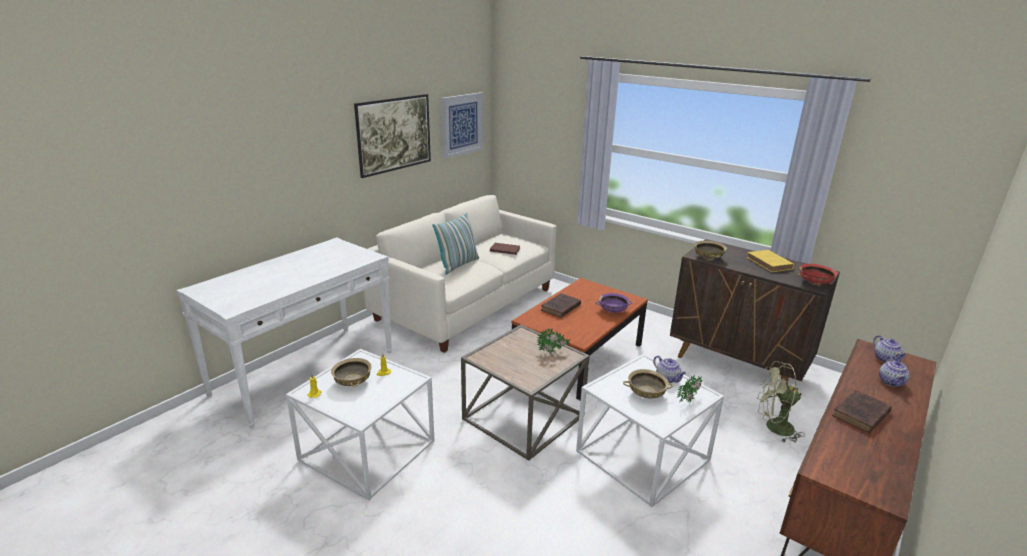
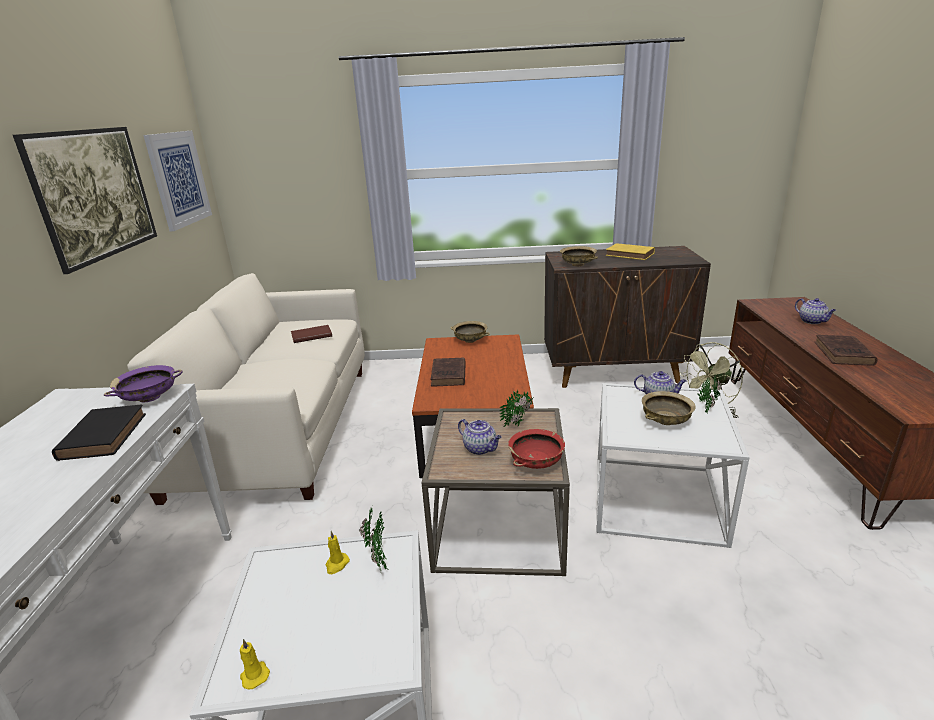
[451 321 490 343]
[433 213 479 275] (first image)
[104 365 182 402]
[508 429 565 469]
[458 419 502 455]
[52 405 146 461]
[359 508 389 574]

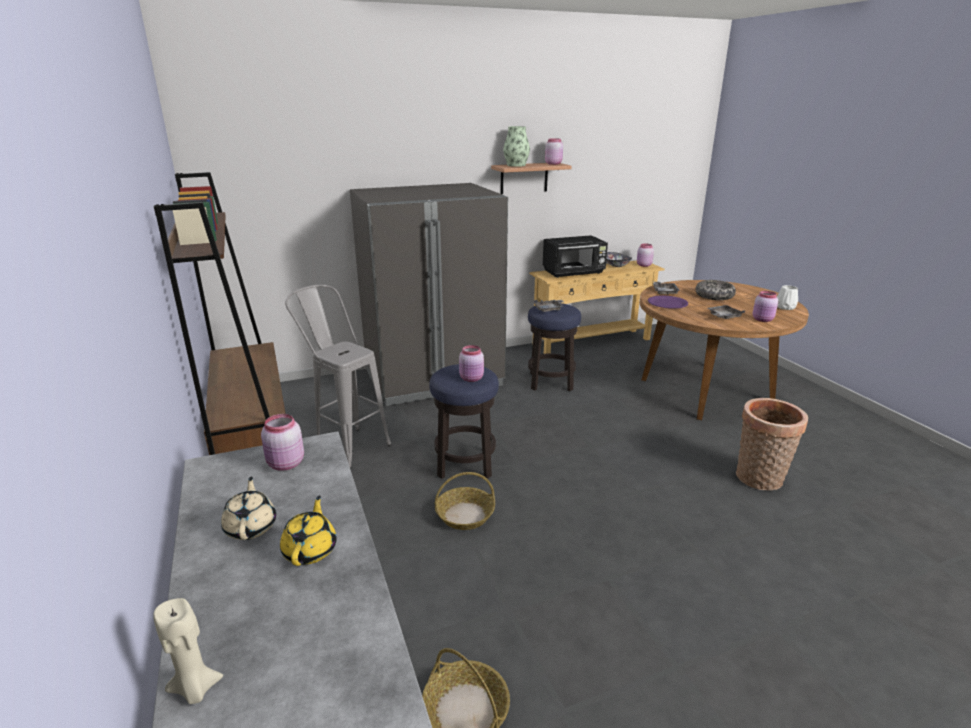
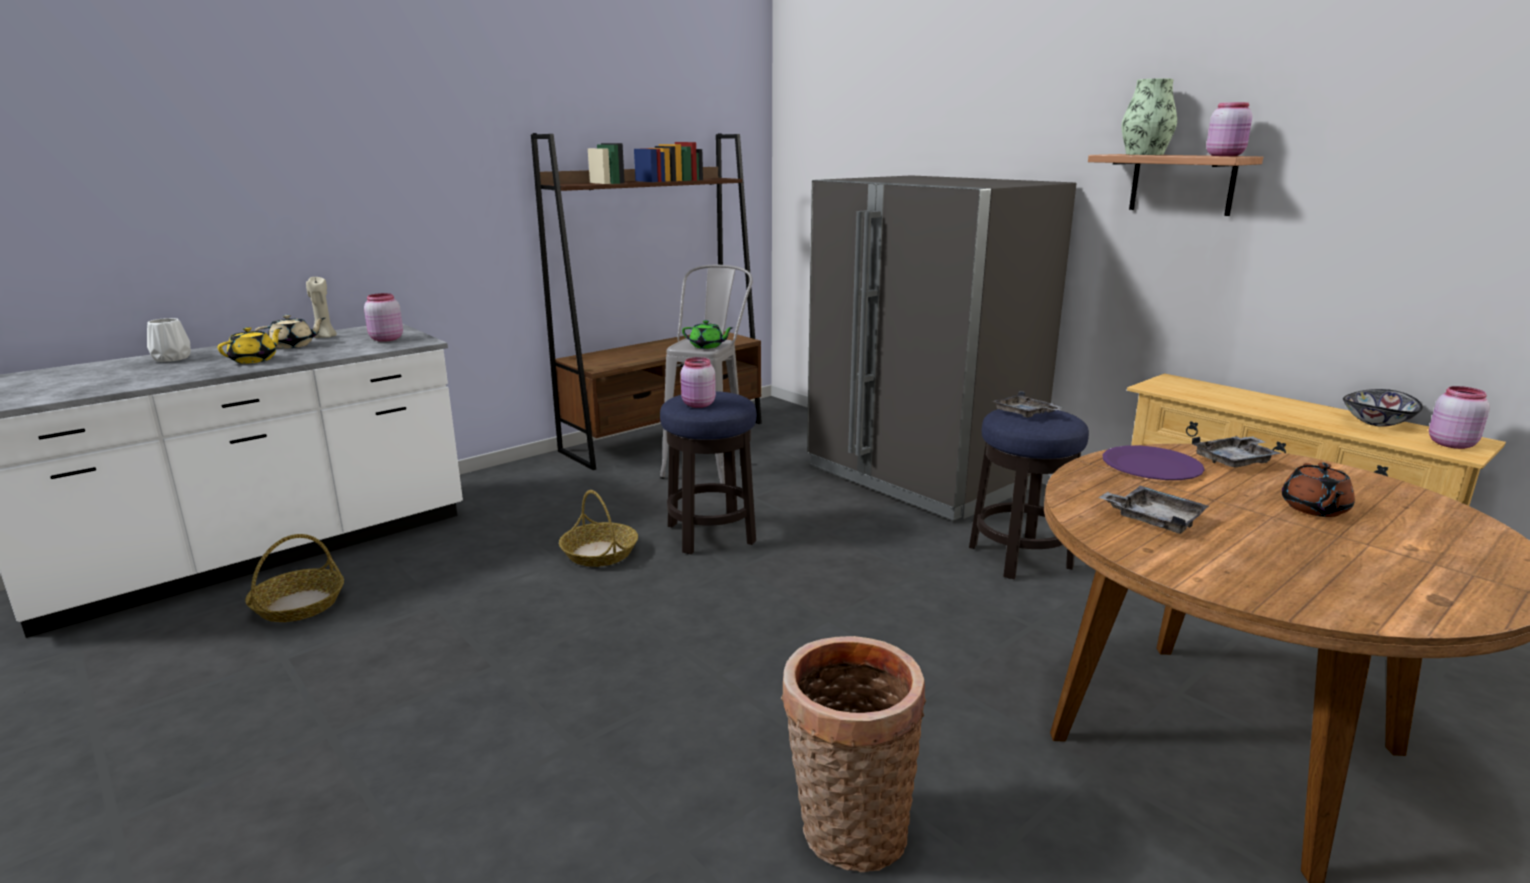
[306 277 337 338]
[218 327 282 364]
[543 235 608 278] (first image)
[1282 462 1355 517]
[753 291 778 322] (first image)
[147 318 191 362]
[682 320 734 349]

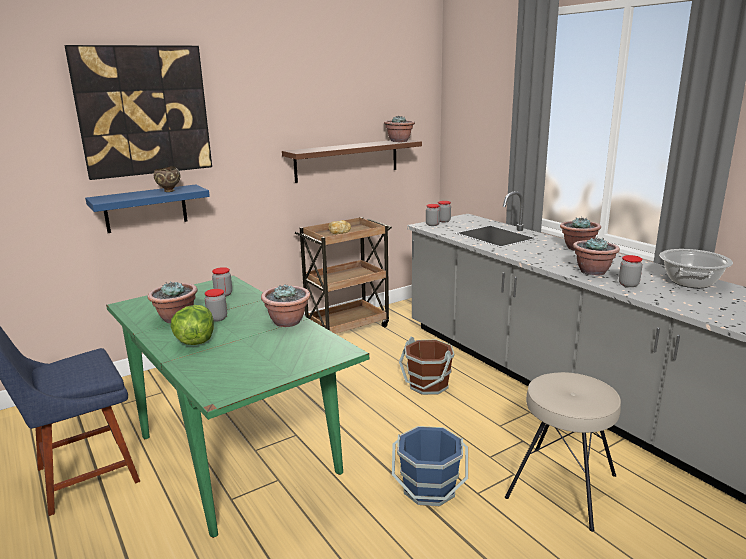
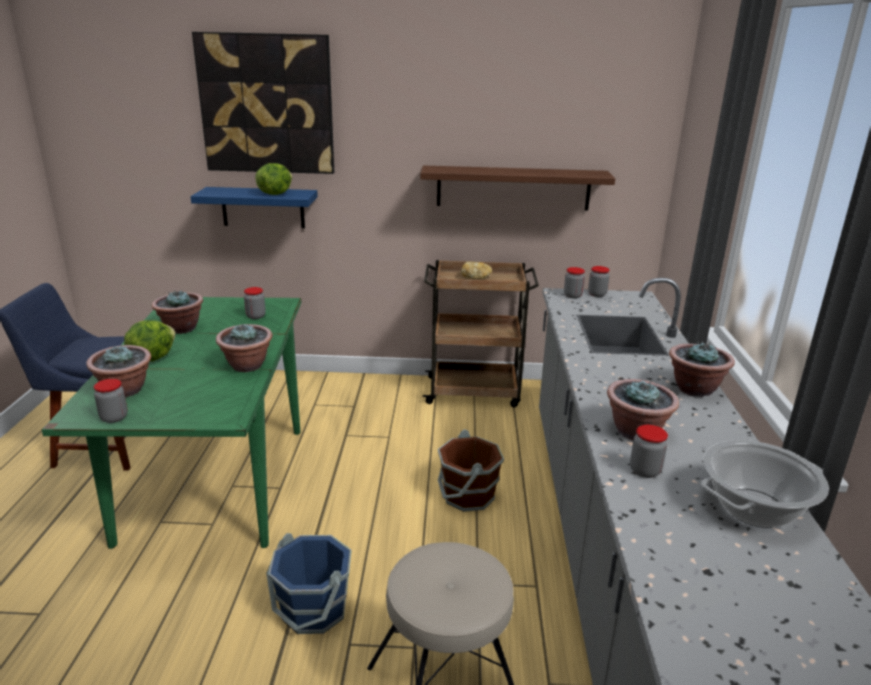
[255 163 293 195]
[94 379 128 423]
[87 345 151 397]

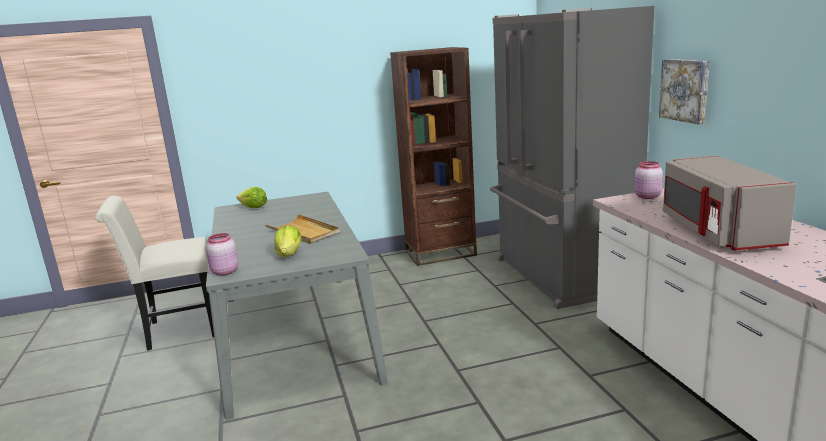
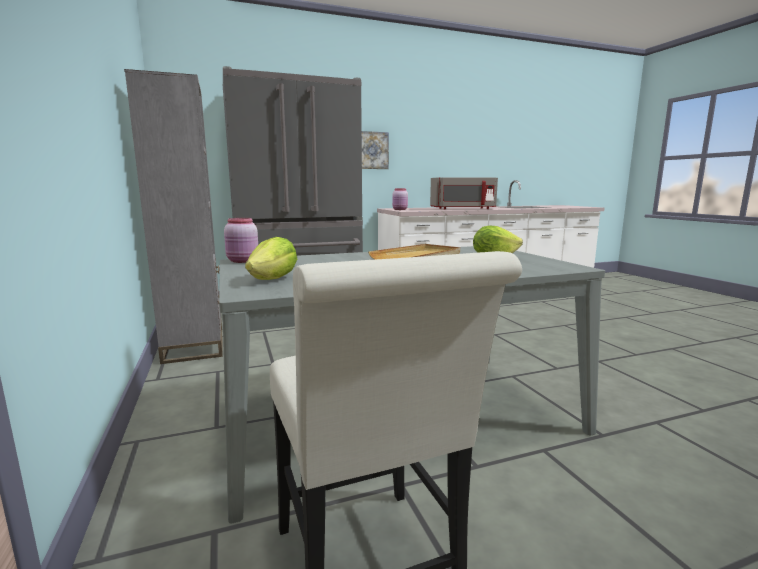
[224 218 258 263]
[124 69 222 364]

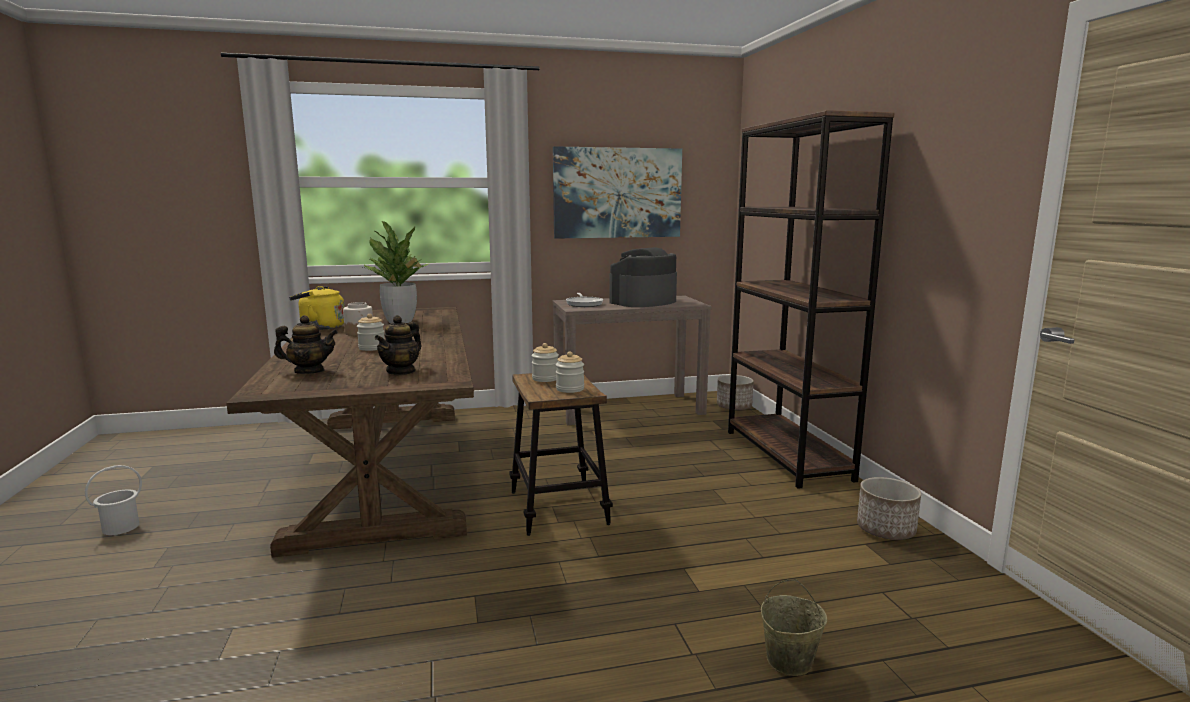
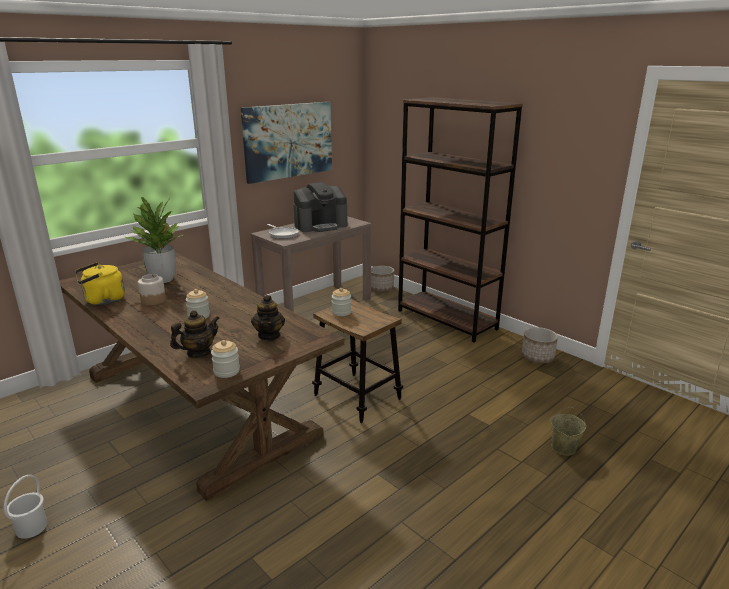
[211 340 240 378]
[293 182 348 232]

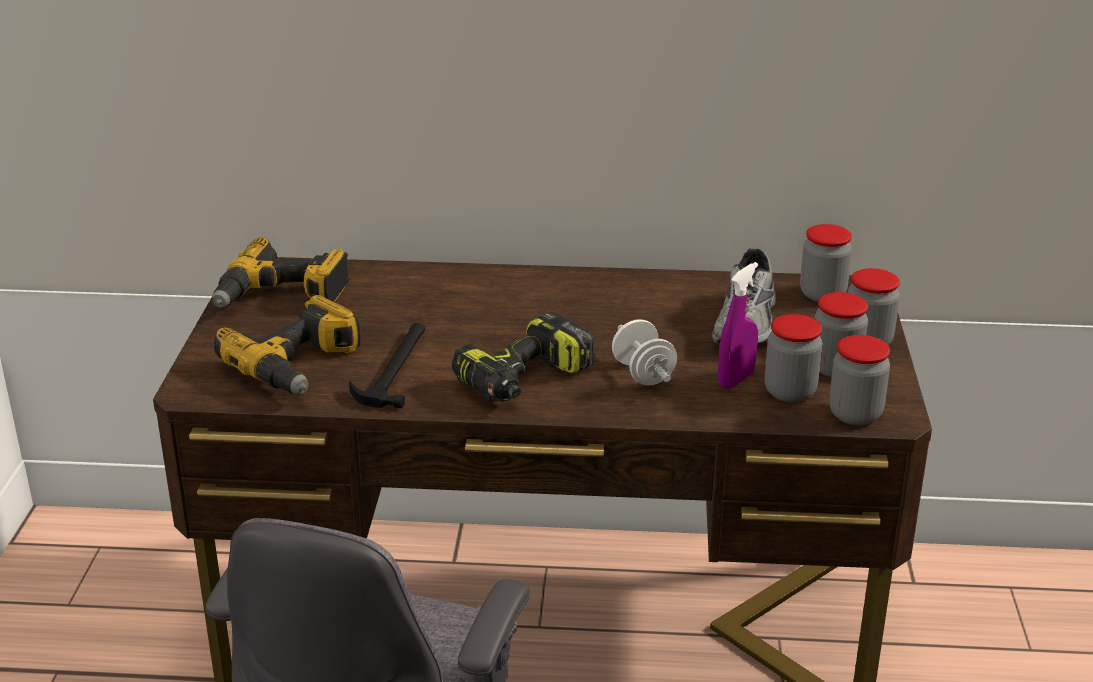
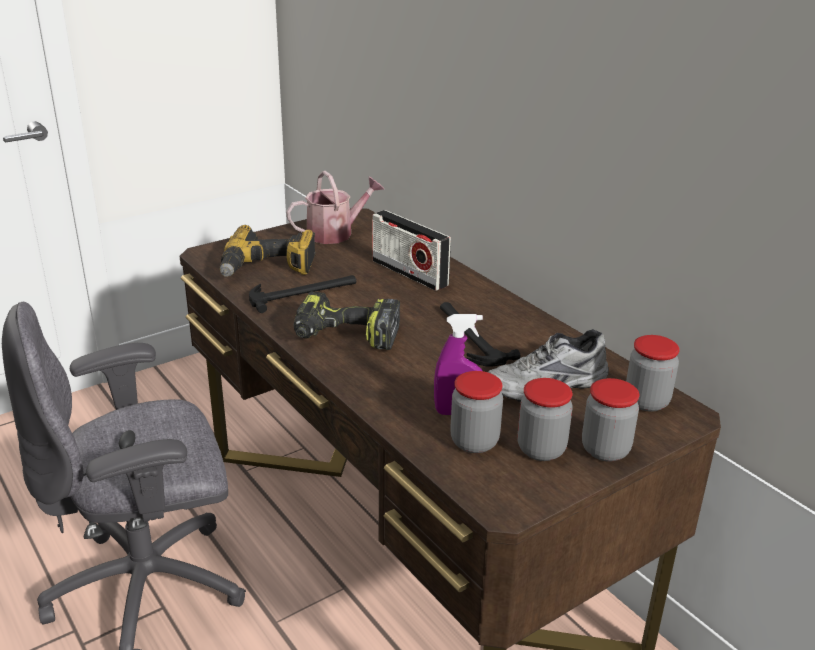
[286 171 384 244]
[612 319 677 385] (first image)
[829 335 890 425] (first image)
[372 210 451 291]
[440 302 520 367]

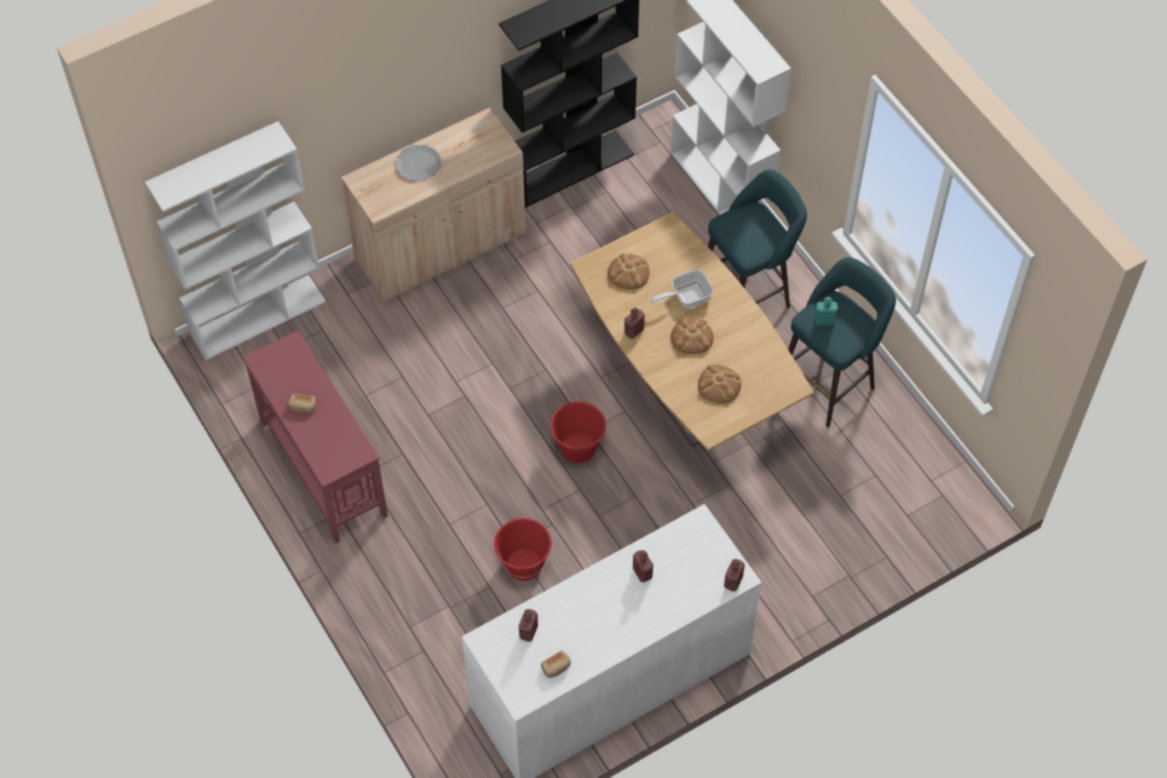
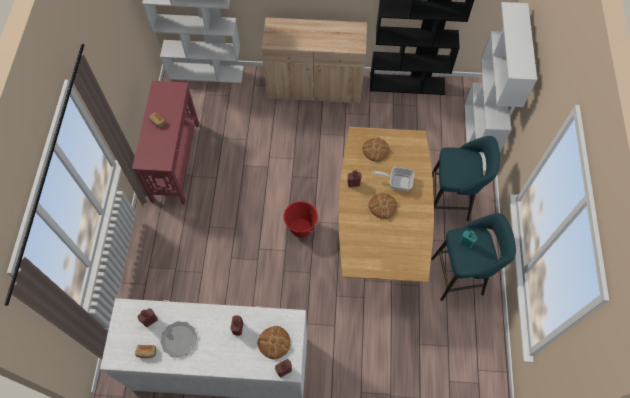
[160 321 197 358]
[494 518 552 581] (first image)
[258 326 291 360]

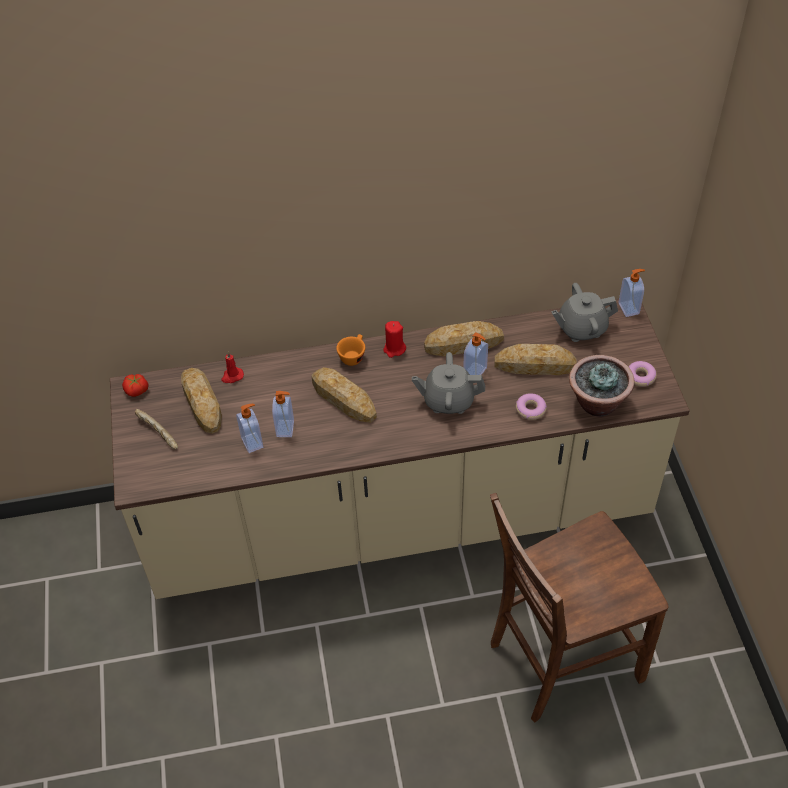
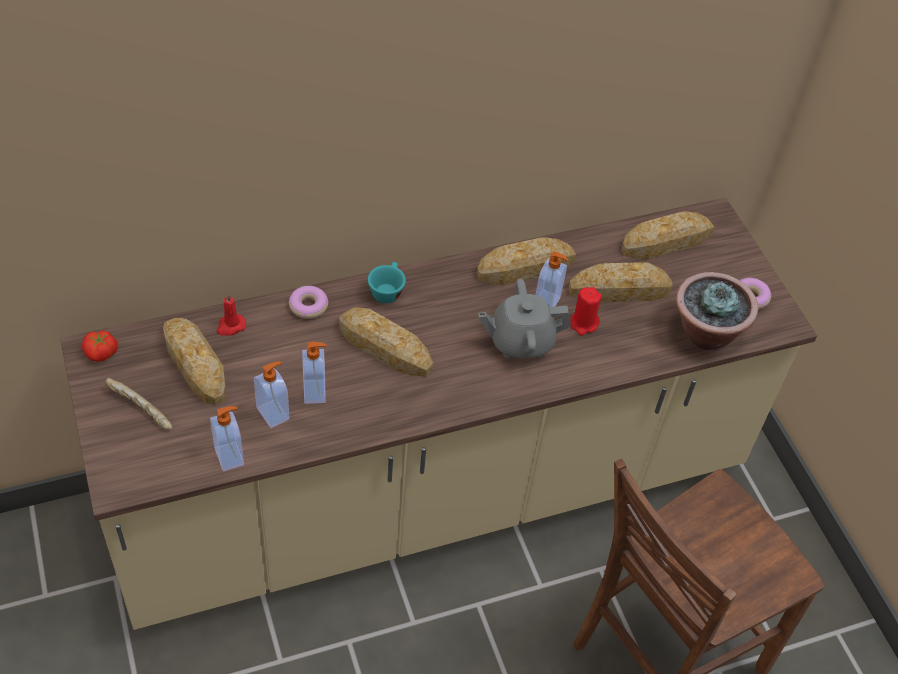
[368 262 406 303]
[570 287 602 335]
[289 286 329 319]
[621 211 714 259]
[210 406 244 471]

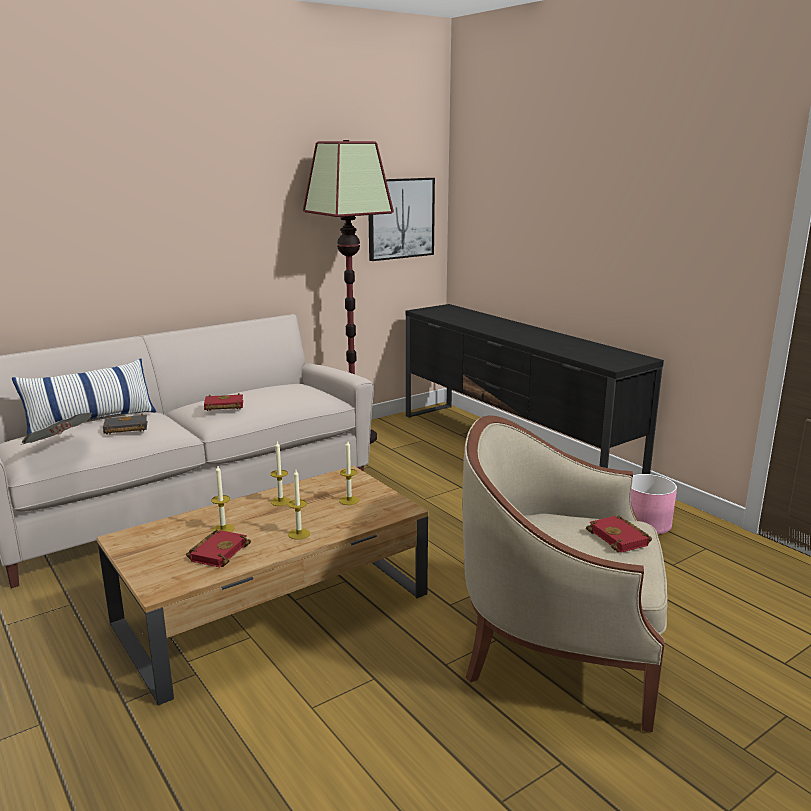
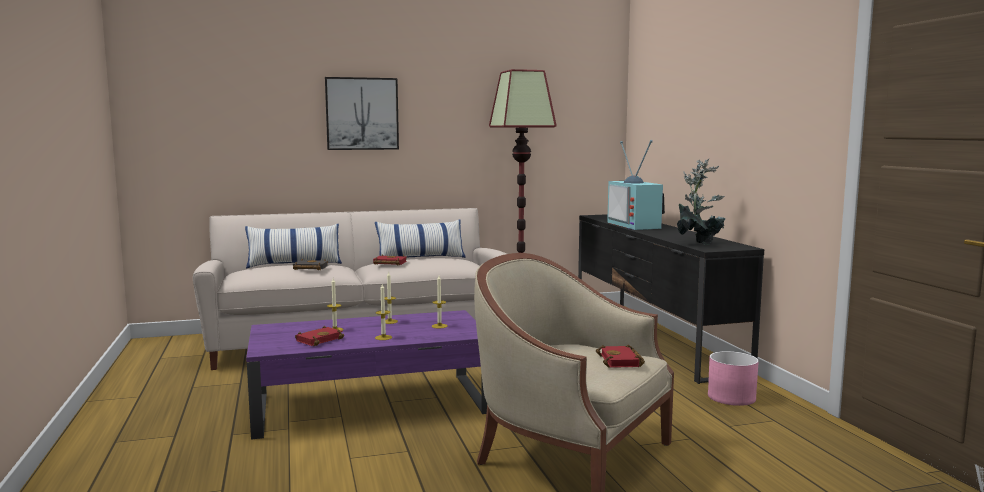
[21 413 92 445] (first image)
[246 310 487 440]
[325 77 399 150]
[375 219 466 258]
[607 140 665 230]
[677 159 725 245]

